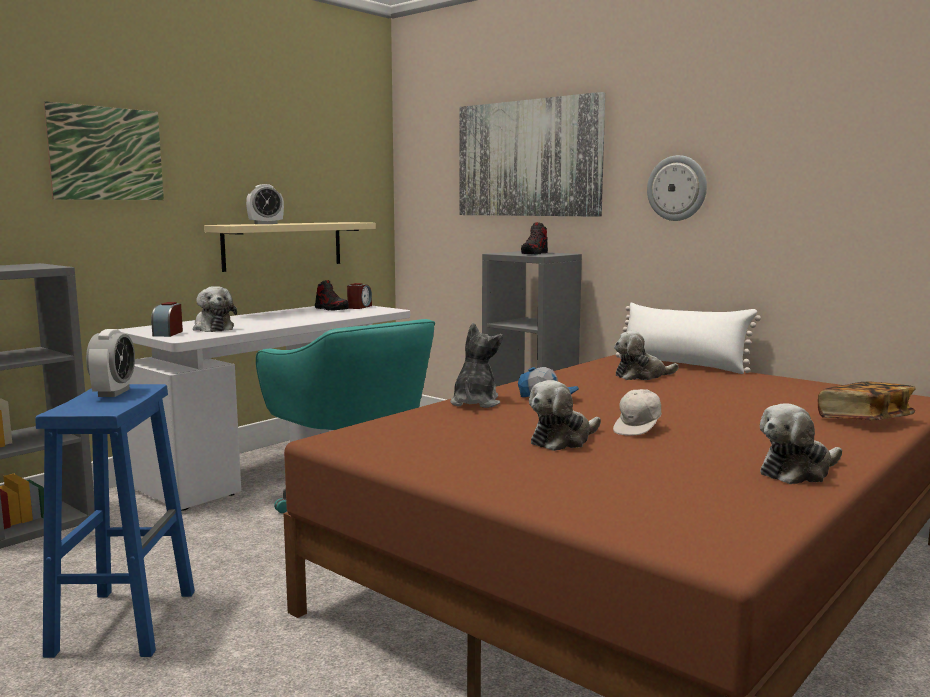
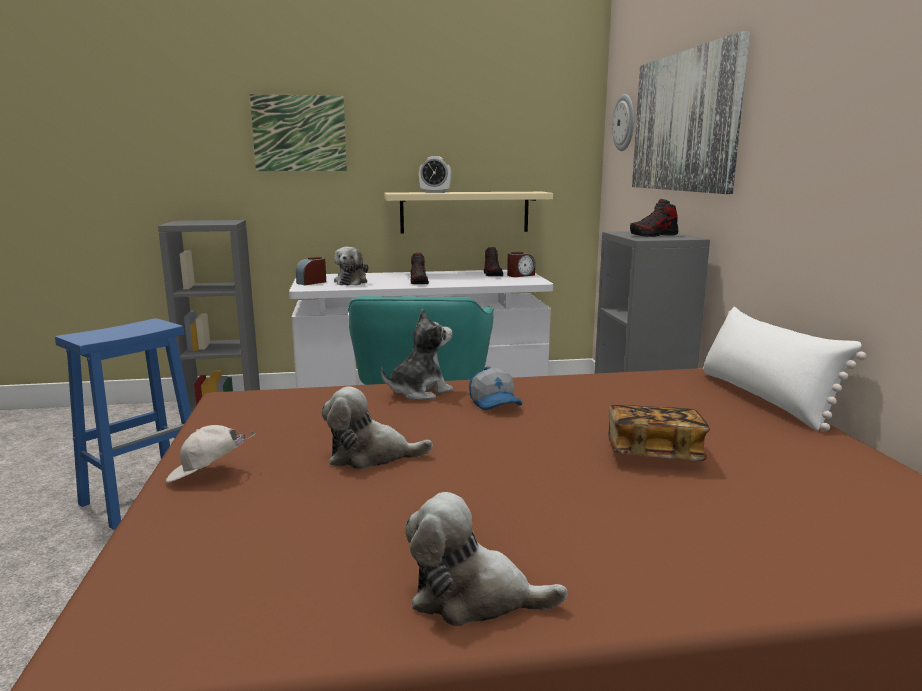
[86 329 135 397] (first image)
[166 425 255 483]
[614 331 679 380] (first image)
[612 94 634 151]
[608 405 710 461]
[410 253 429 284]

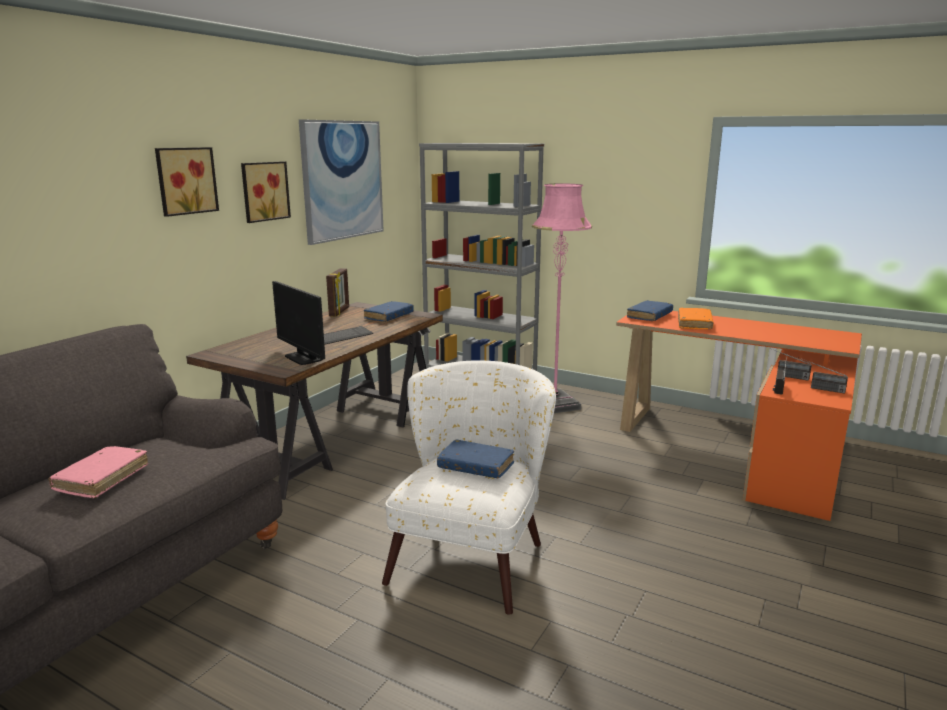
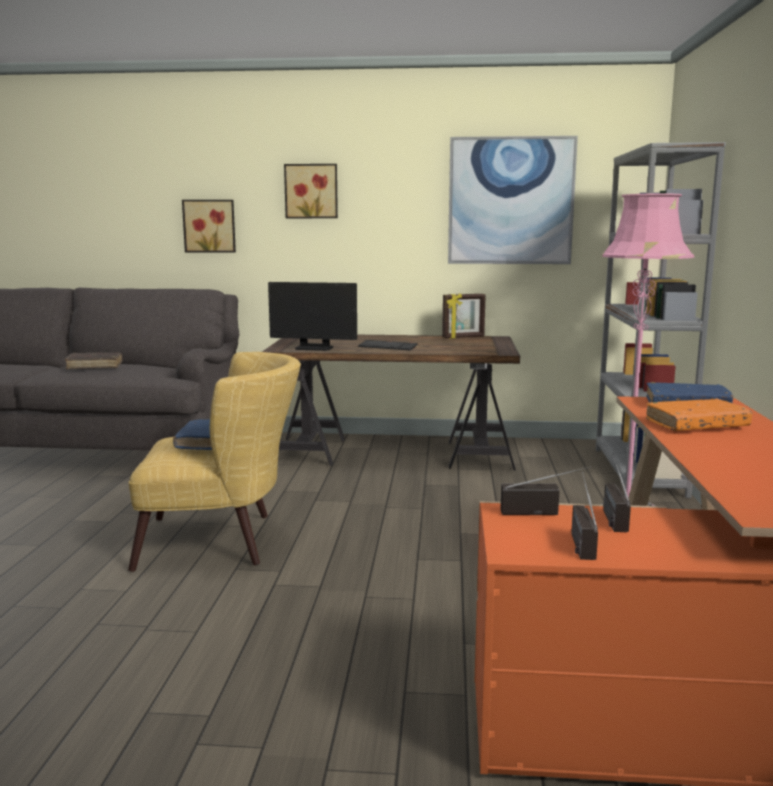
[65 352 122 369]
[182 200 236 253]
[268 282 357 351]
[363 301 414 322] (first image)
[128 352 301 572]

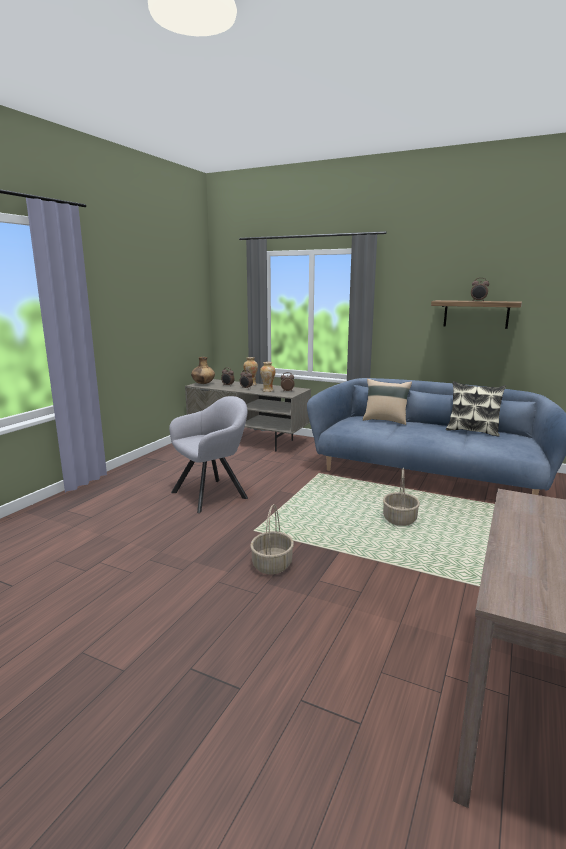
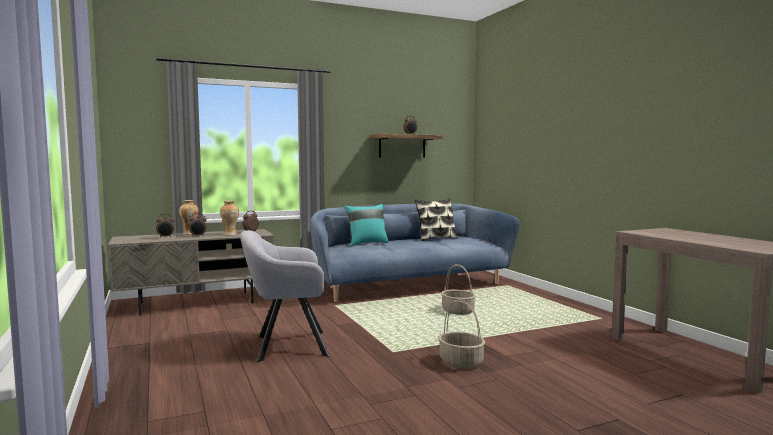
[240 230 330 362]
[191 357 215 384] (first image)
[345 204 389 246]

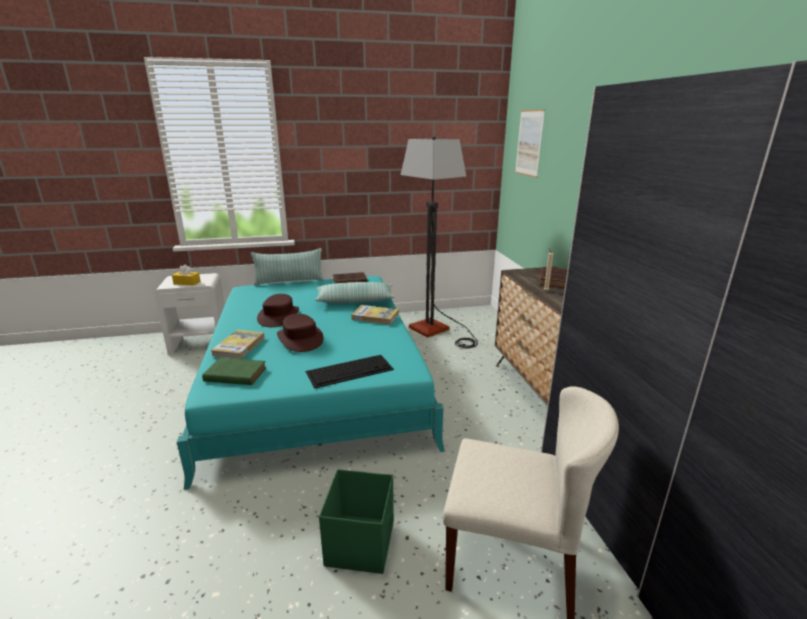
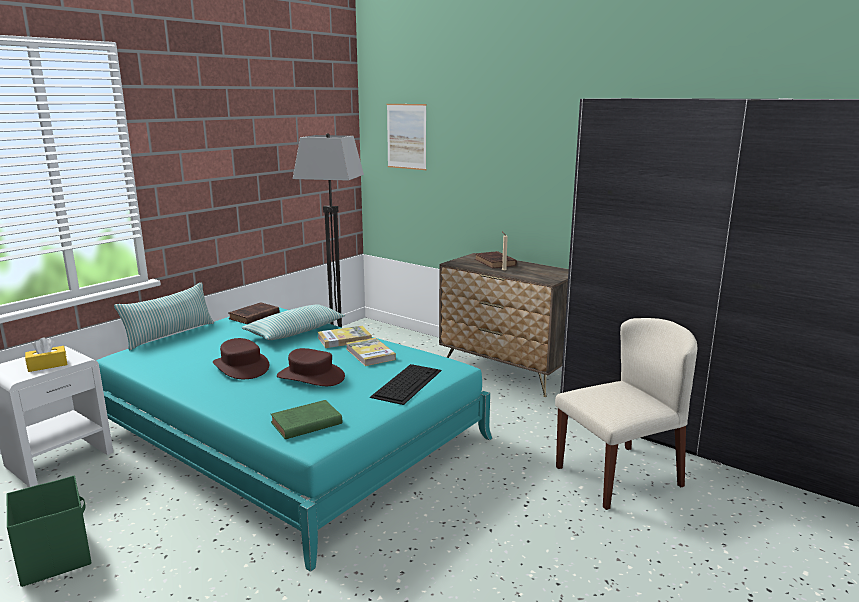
[346 338 396 366]
[6 475 92 587]

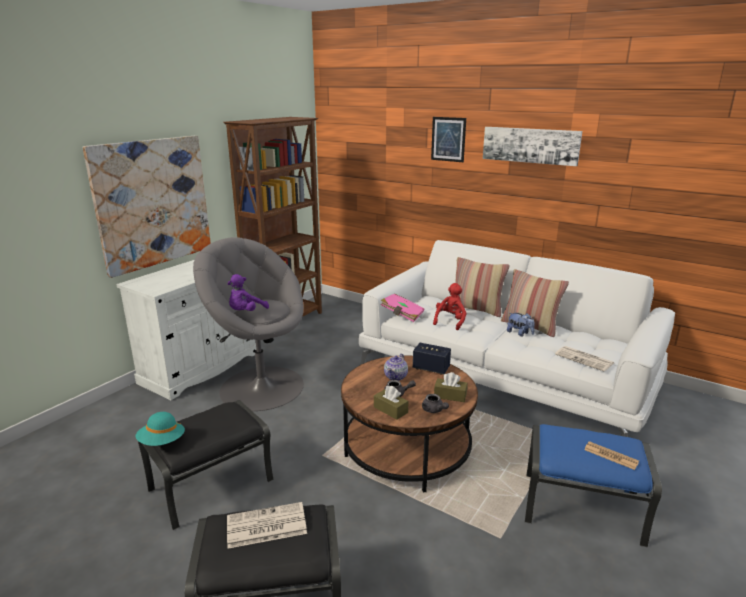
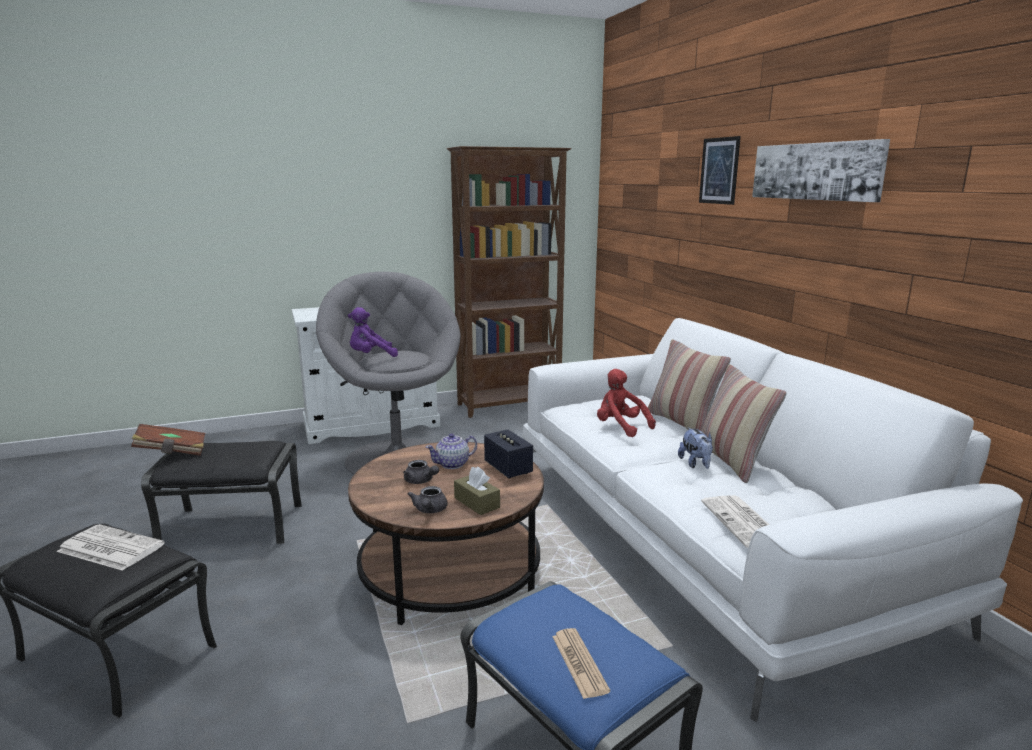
[83 136 211 278] (first image)
[131 424 205 456]
[374 386 408 420] (first image)
[381 294 424 322] (first image)
[597 369 656 437]

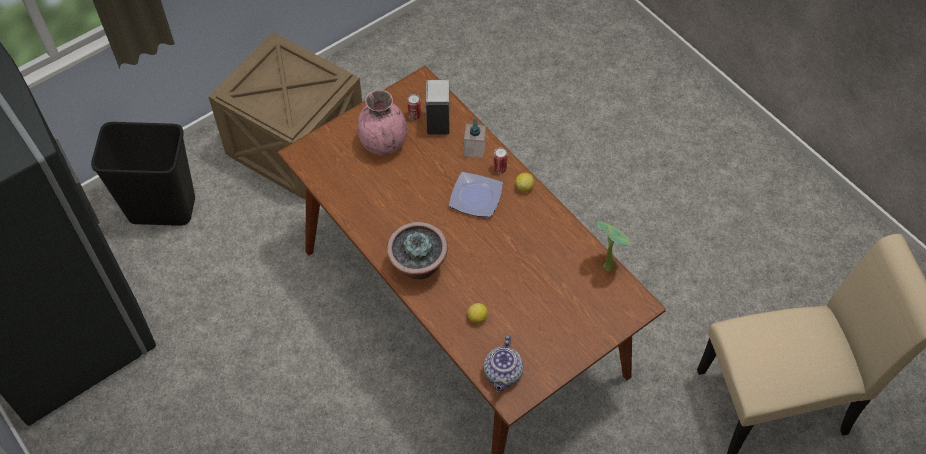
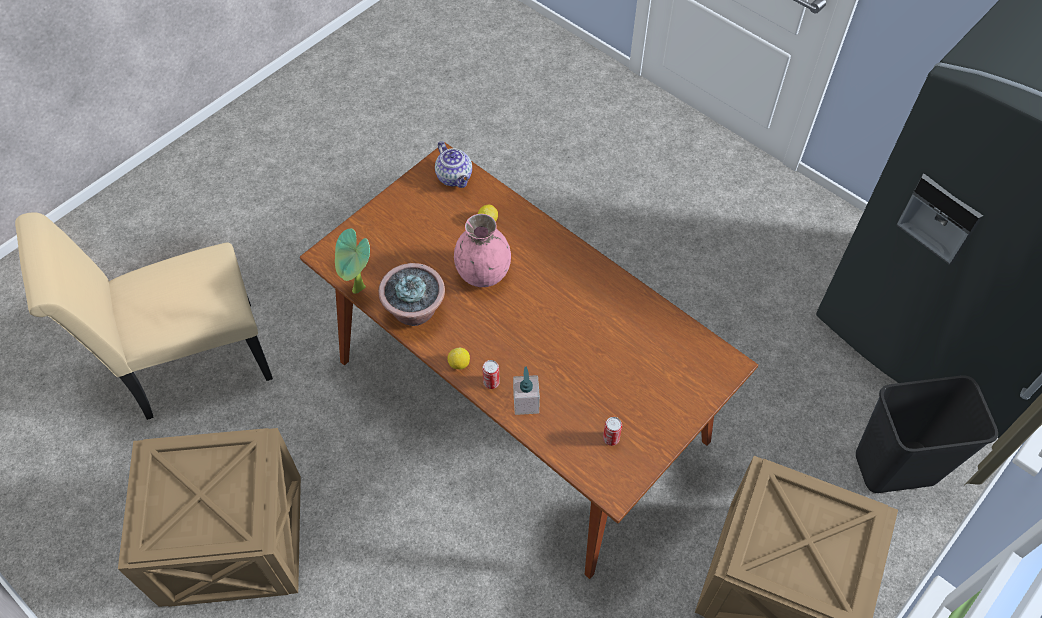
[454 214 511 287]
[378 263 445 326]
[426 80 450 134] (first image)
[449 172 503 217] (first image)
[435 141 472 188]
[118 428 301 607]

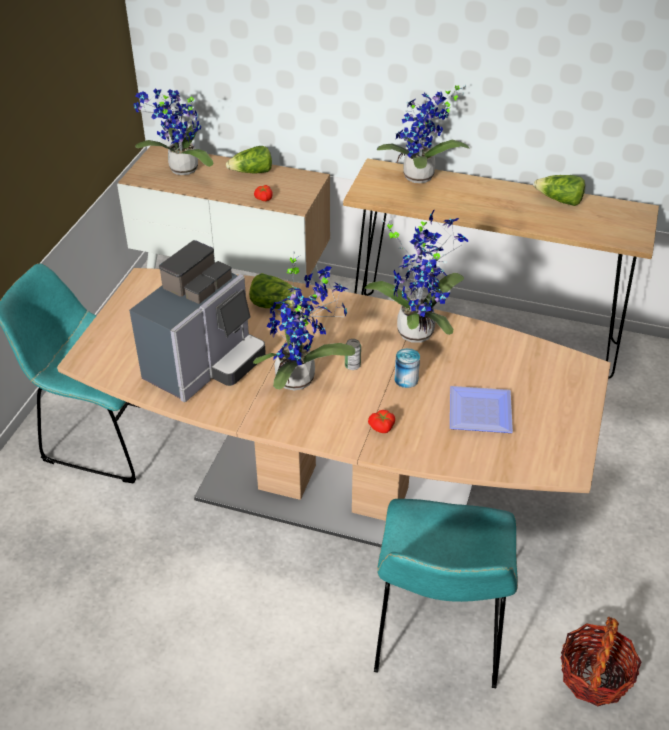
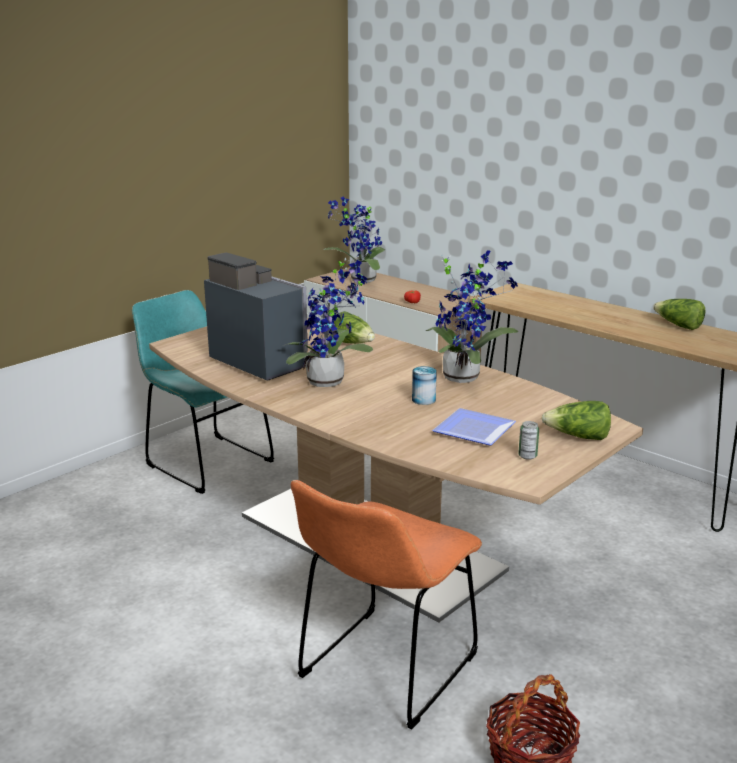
[204 253 308 381]
[541 401 611 440]
[518 421 539 460]
[368 410 395 433] (first image)
[291 480 482 730]
[377 84 470 183] (first image)

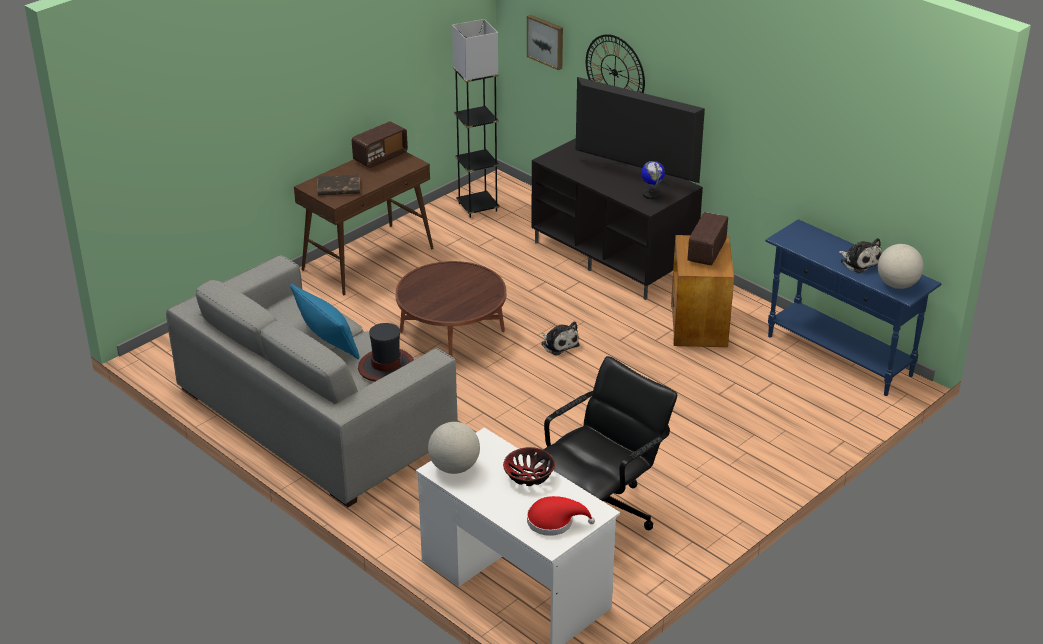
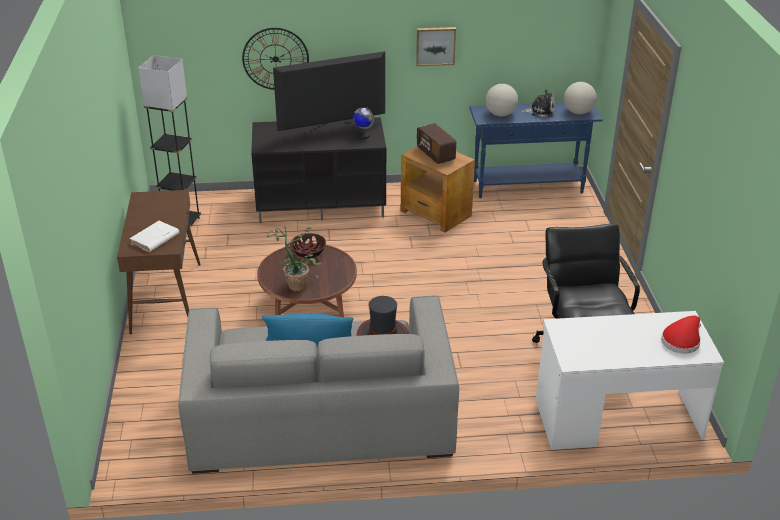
[129 221 179 252]
[352 121 408 168] (first image)
[486 84 518 117]
[290 233 326 259]
[416 27 456 66]
[541 322 580 356] (first image)
[267 227 321 291]

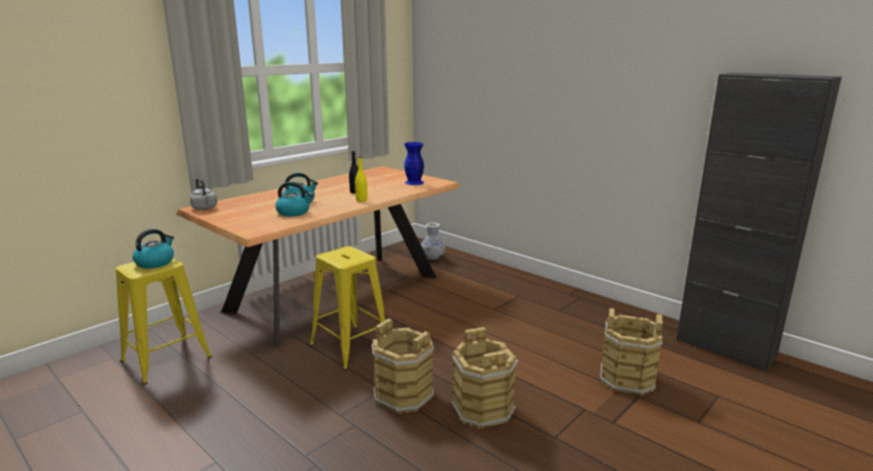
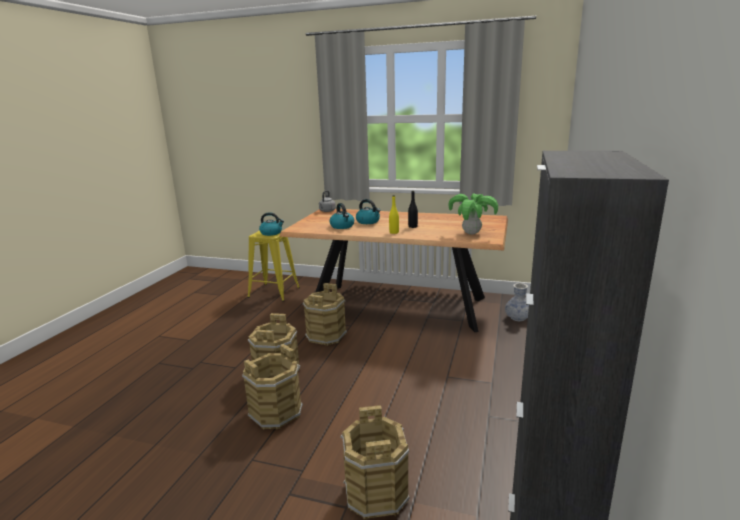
[303 283 347 346]
[448 193 498 234]

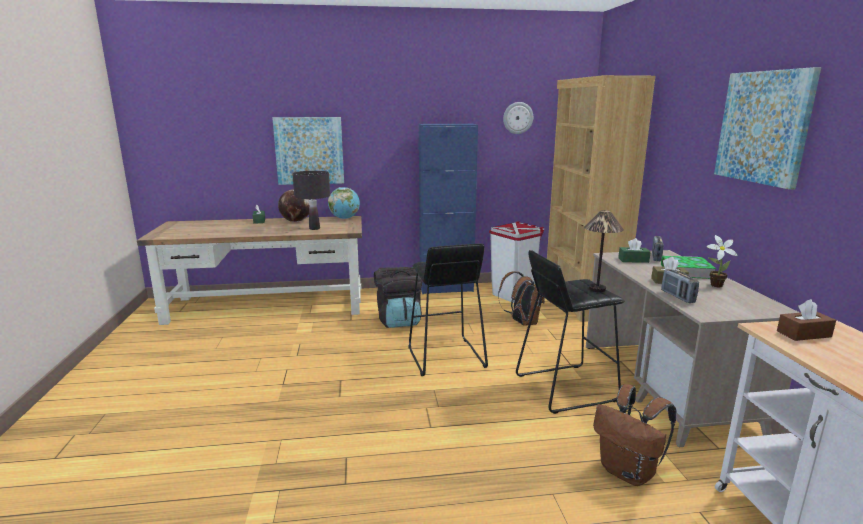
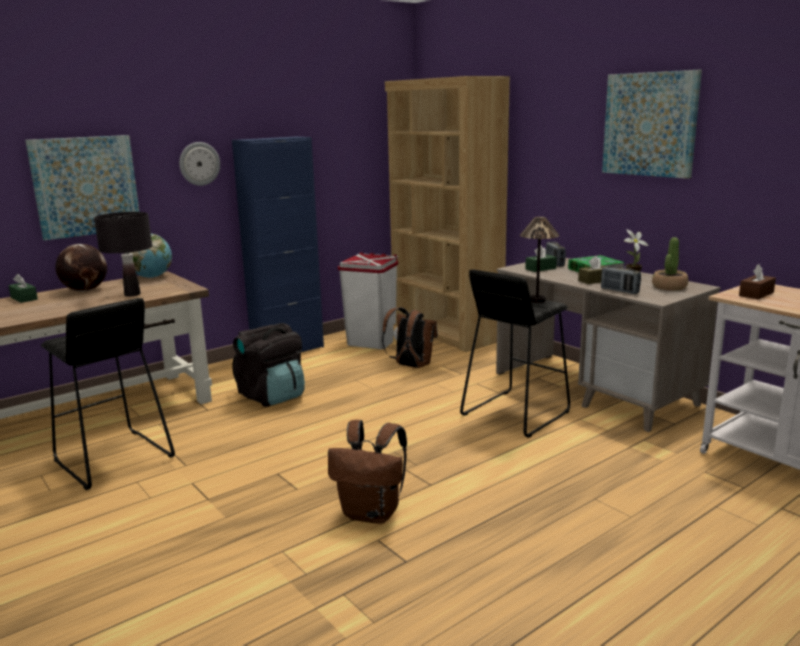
[41 298 175 490]
[179 142 220 186]
[328 420 407 524]
[652 237 688 291]

